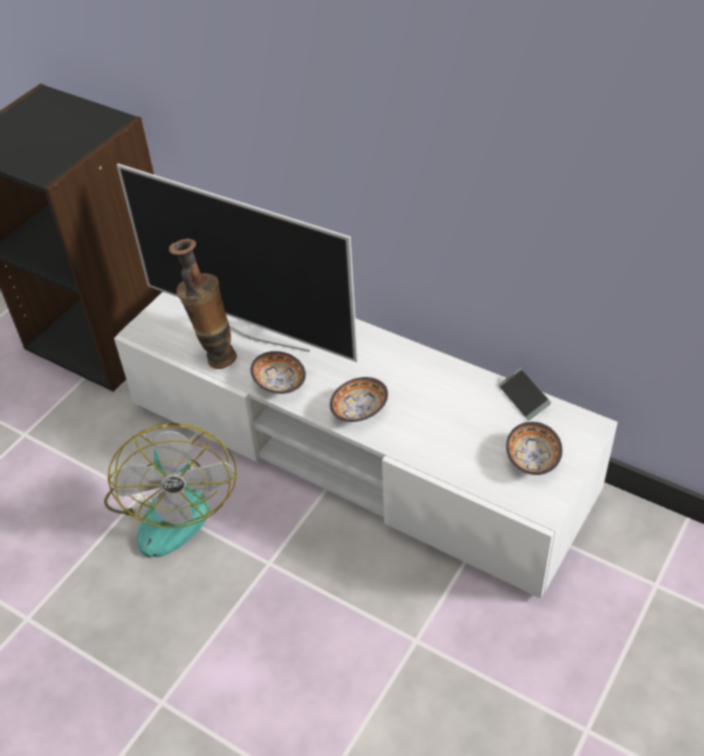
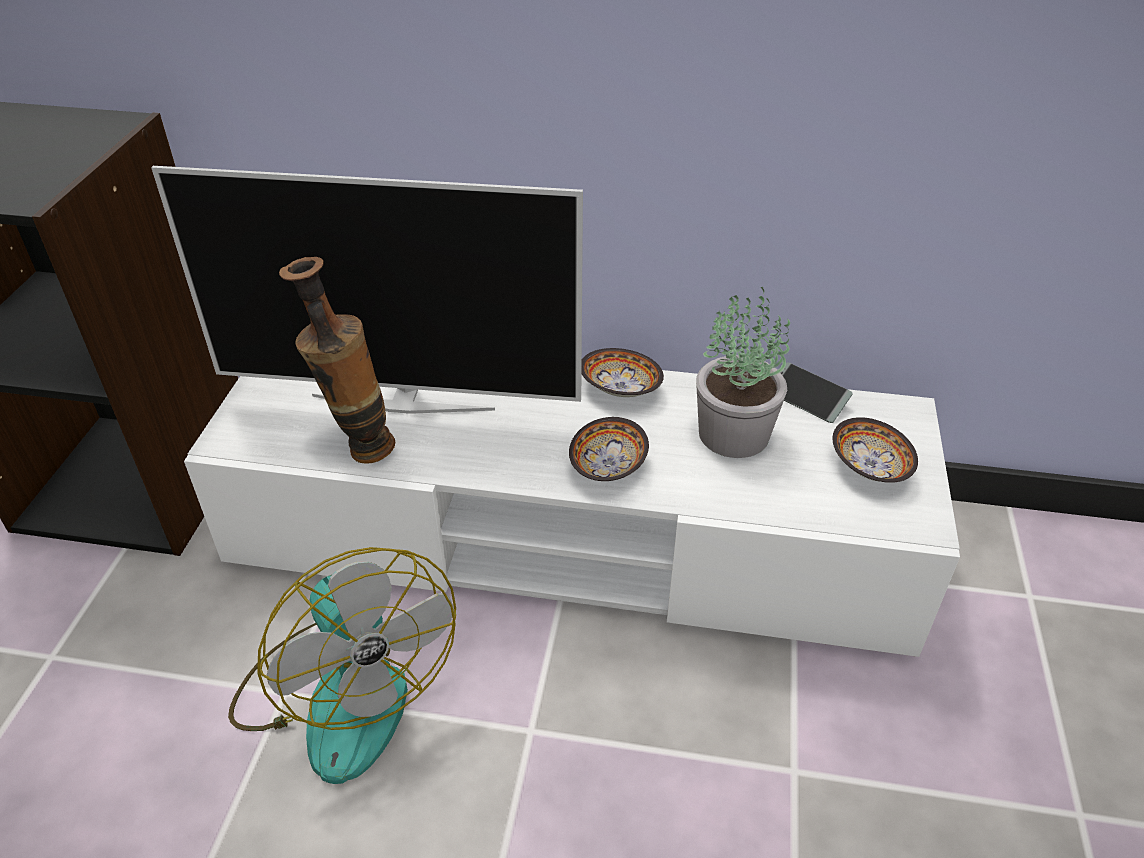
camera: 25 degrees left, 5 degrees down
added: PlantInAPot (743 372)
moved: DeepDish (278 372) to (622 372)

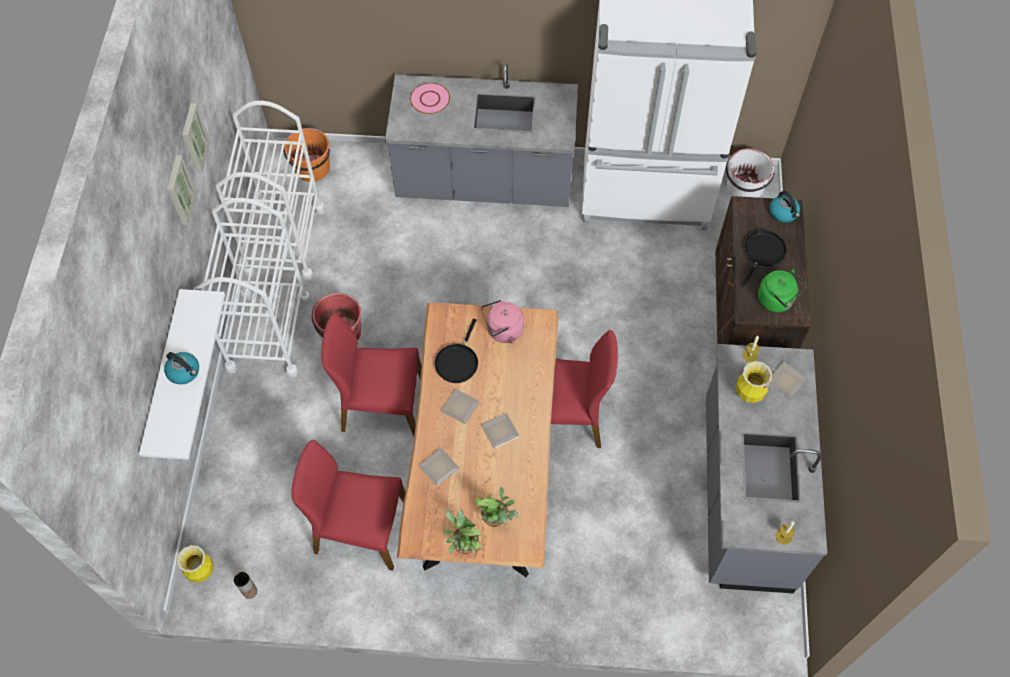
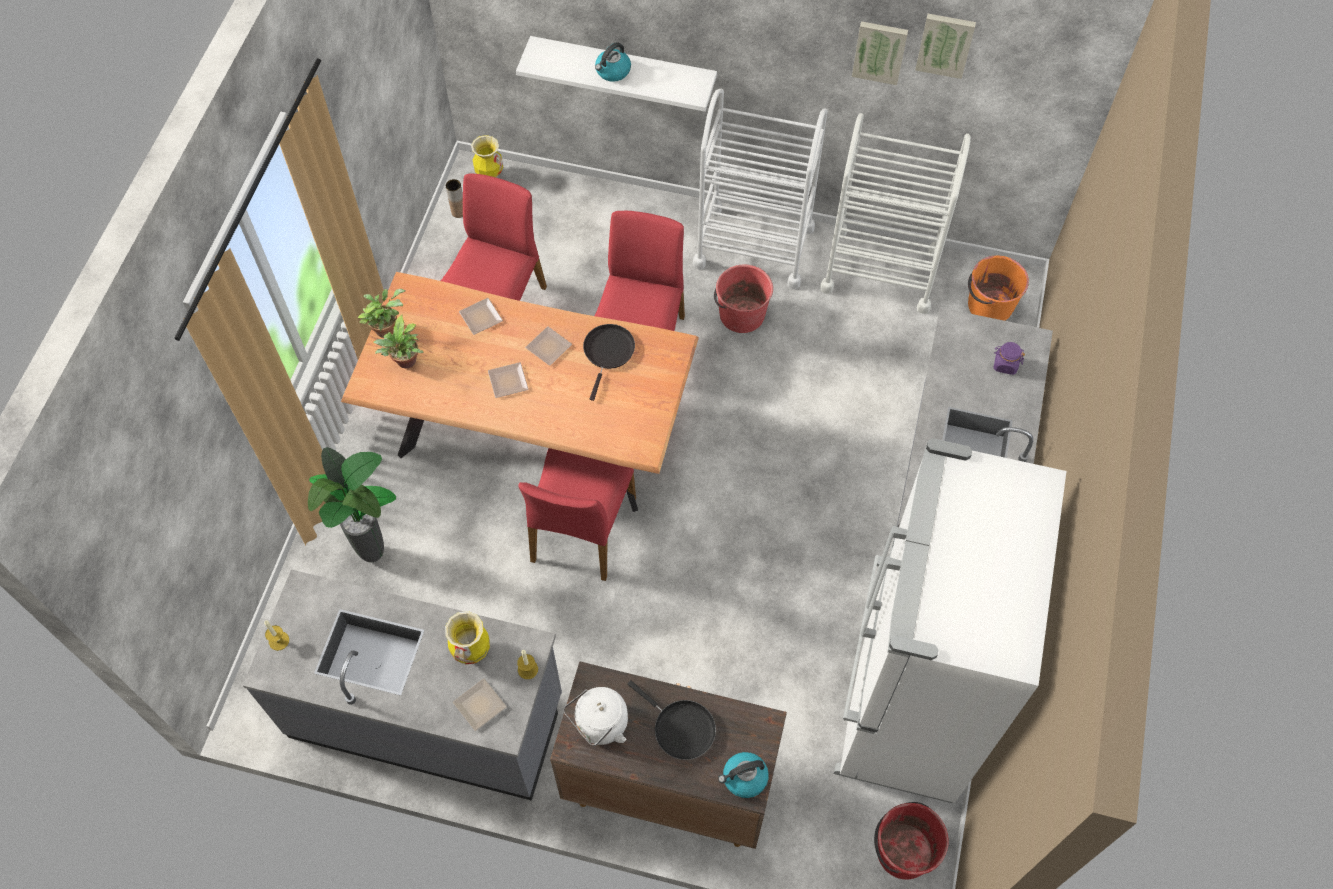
camera: 100 degrees right, 0 degrees up
removed: PinkishWaterKettle (502 322)
added: PlantInAPot (352 504)
moved: WallArt (182 190) to (945 46)
replaced: PinkishDinnerPlate (430 98) to PurpleColouredPreserveJar (1009 358)
recoloured: WhiteBucket (750 173) to RedColouredBucket (911 840); GreenColouredWaterKettle (782 290) to WhiteWaterKettle (595 716)
turned: BlackSkillet (456 351) = (609 362) 75 degrees clockwise

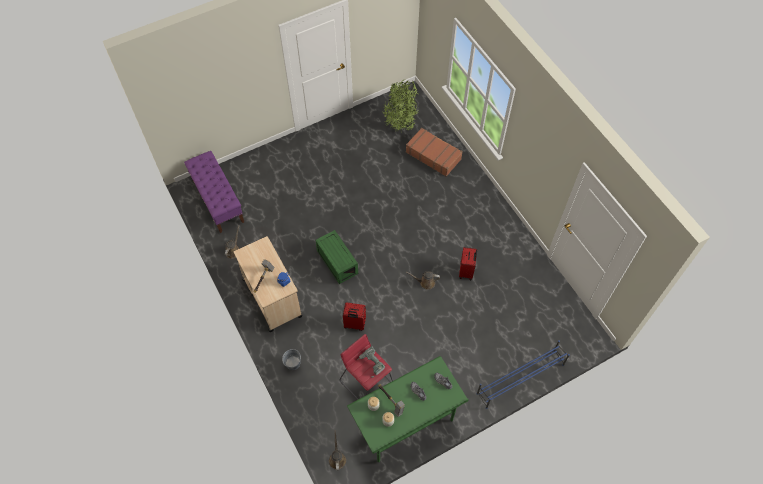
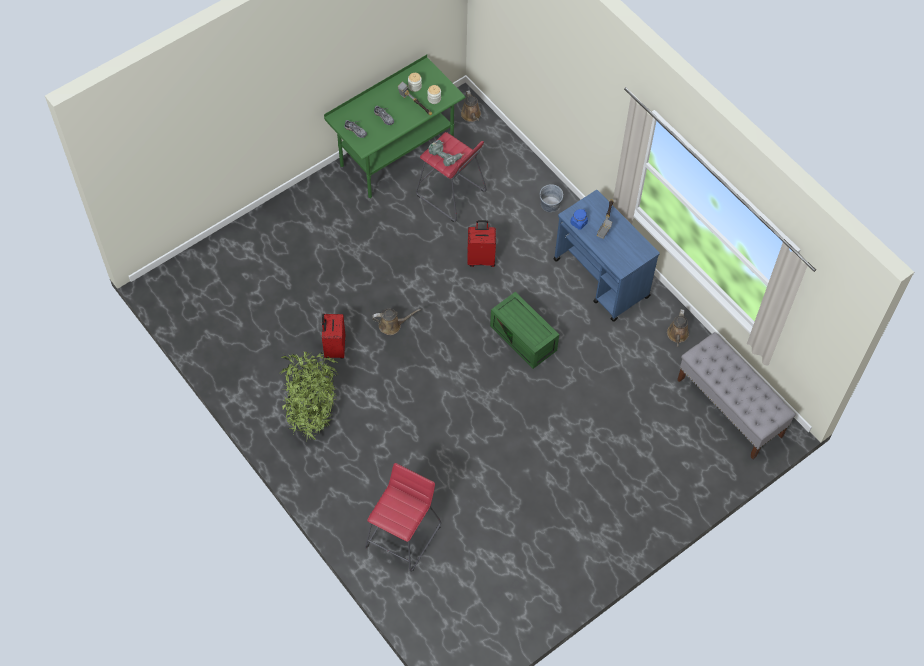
camera: 170 degrees right, 0 degrees up
removed: BlueColouredShoeStand (523 374)
moved: PlantInAPot (400 106) to (309 396)
replaced: BrownishTravelCase (434 152) to RedColouredStool (403 517)
recoloured: PurpleColouredLongSeat (214 192) to GrayLongSeat (736 395); BeigeColouredWheeledCart (268 284) to BlueColouredWheeledCart (606 256)

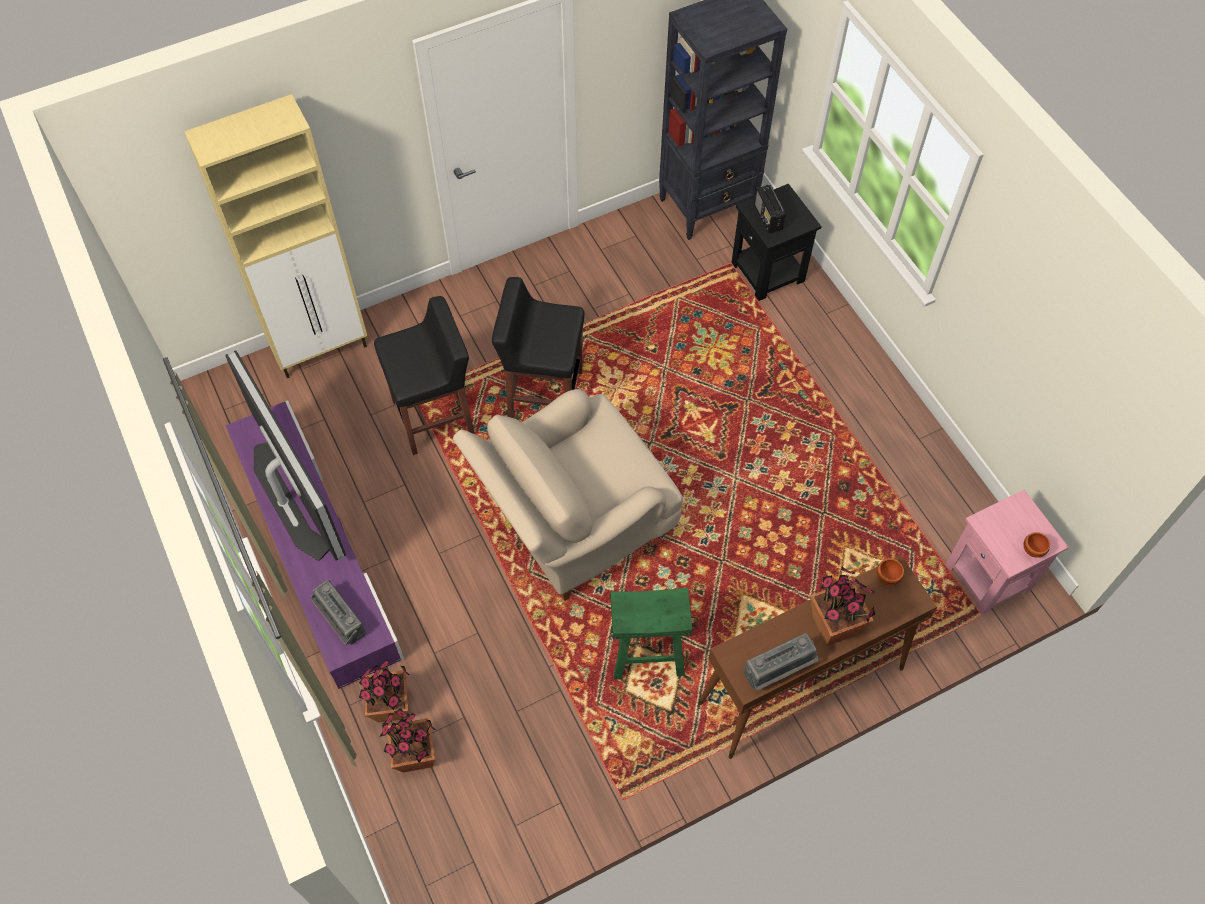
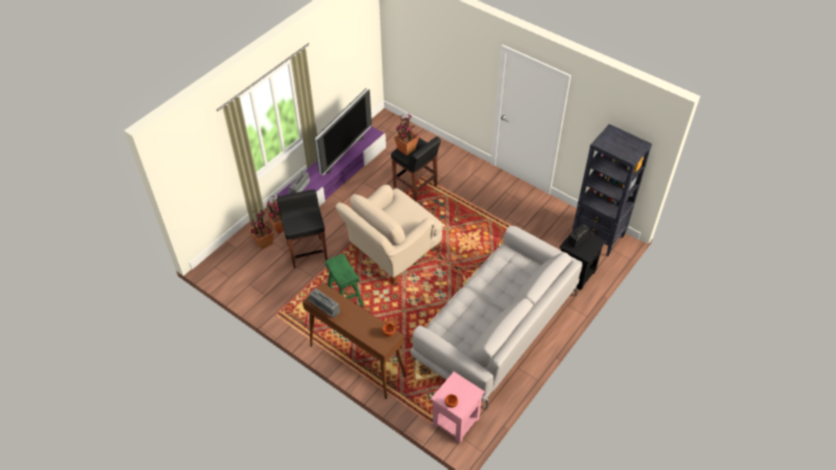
camera: 65 degrees right, 10 degrees down
removed: BeigeColouredStorageCabinet (275 236)
added: GraySettee (496 317)
moved: BlackStool (538 348) to (302 228); PlantInAPot (842 606) to (406 134)
turned: BeigeColouredEasyChair (568 495) = (389 234) 75 degrees counterclockwise

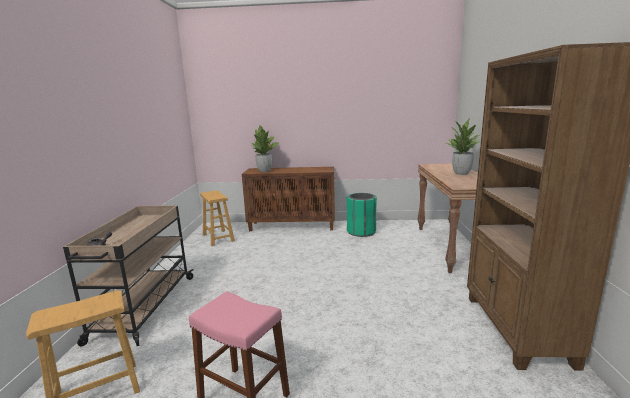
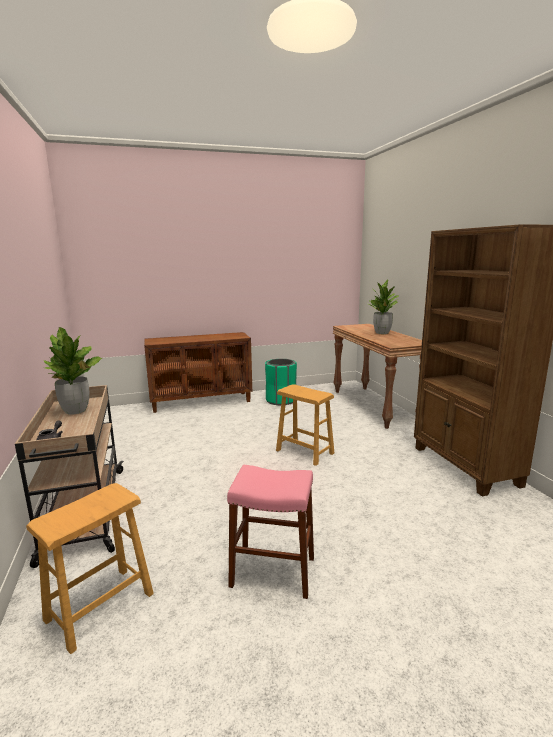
camera: 20 degrees left, 0 degrees up
moved: PlantInAPot (264 149) to (73 371); BrownishStool (217 218) to (305 425)

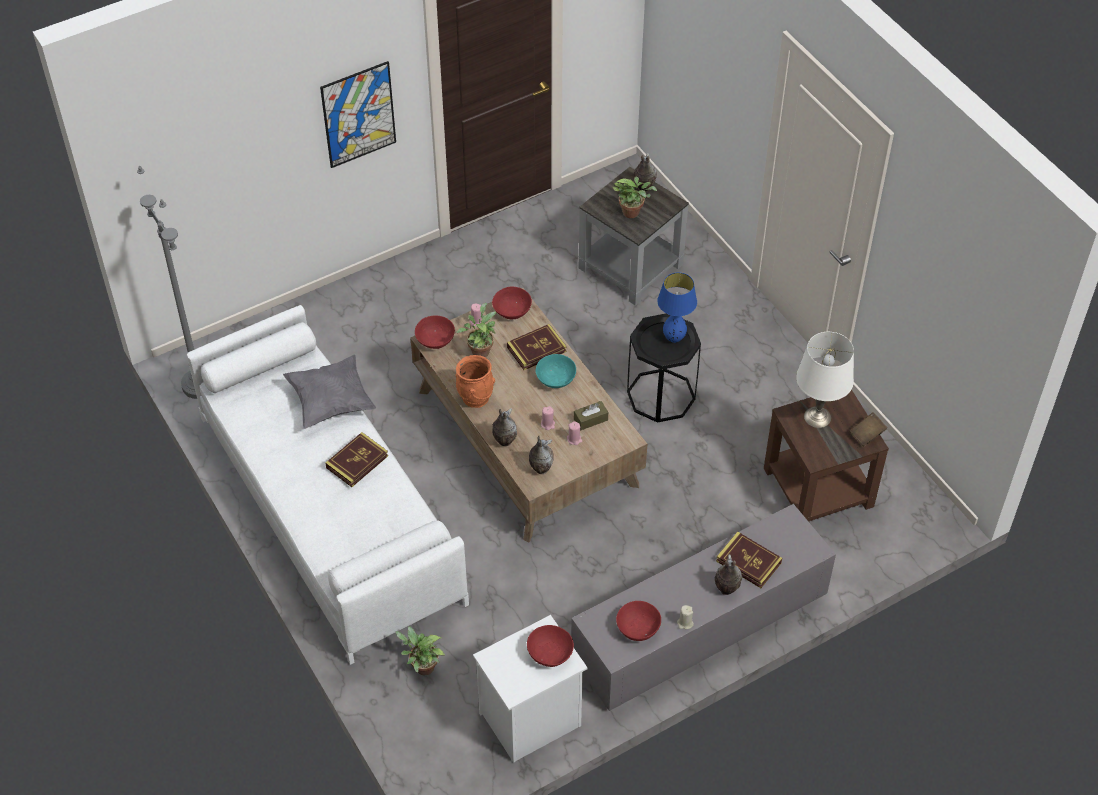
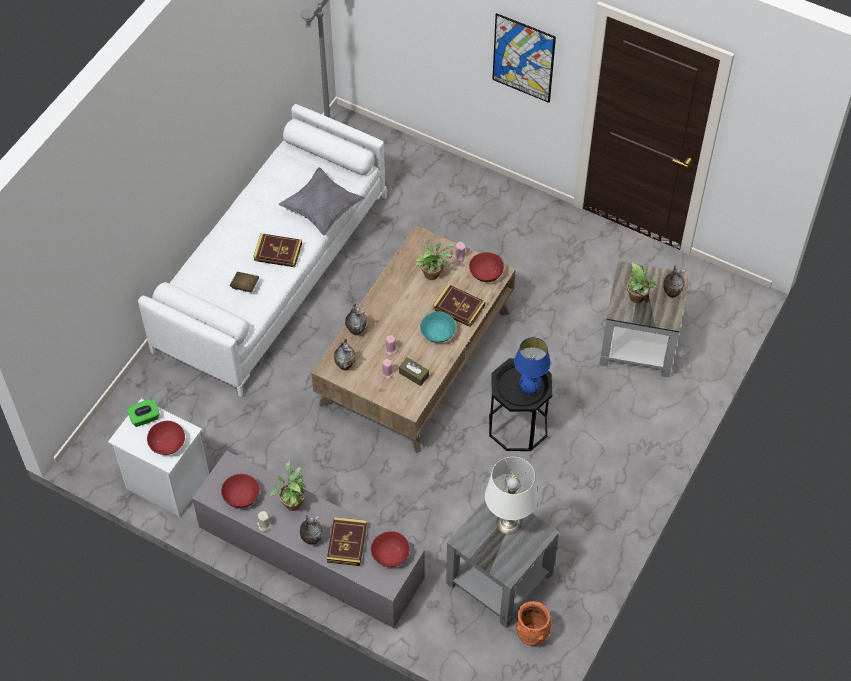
camera: 60 degrees right, 5 degrees up
added: GreenColouredTissueHolder (143 413)
moved: RedColouredDeepDish (435 332) to (390 549); OrangeyFlowerVase (475 381) to (533 623); BrownishVolume (868 429) to (244 282); PlantInAPot (420 651) to (288 485)
recoloured: BrownishEndTable (826 456) to GrayEndTable (502 564)

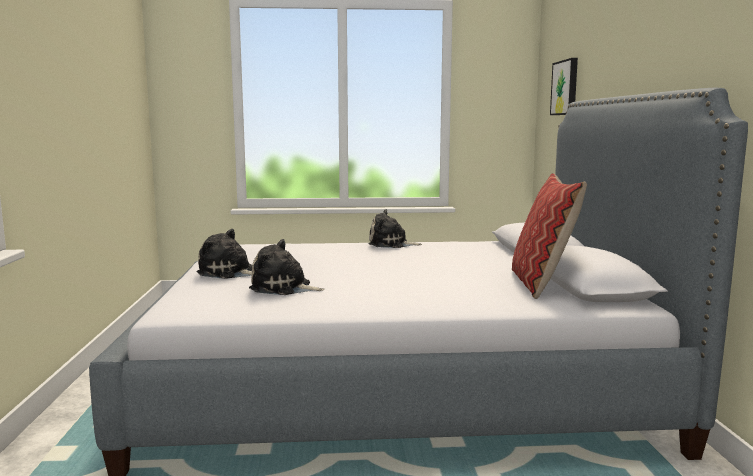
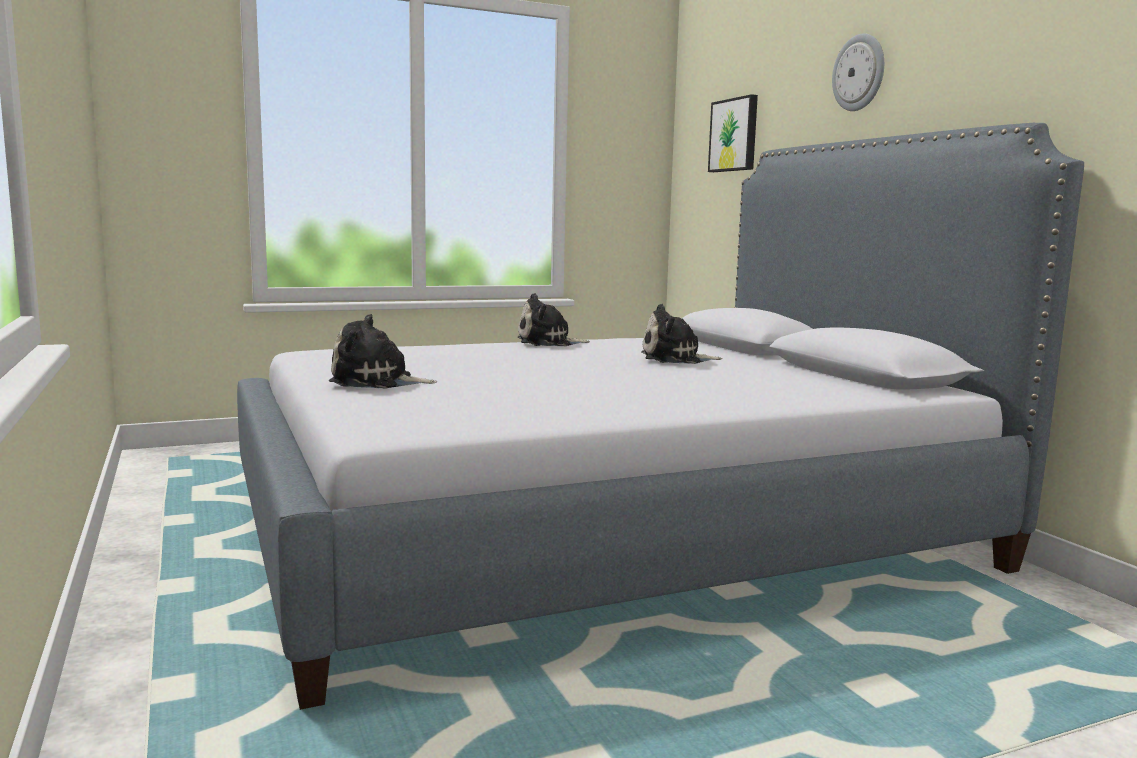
camera: 20 degrees left, 0 degrees up
removed: ThrowPillow (549 236)
added: WallClock (858 72)
moved: SoftToy (287 267) to (682 334)

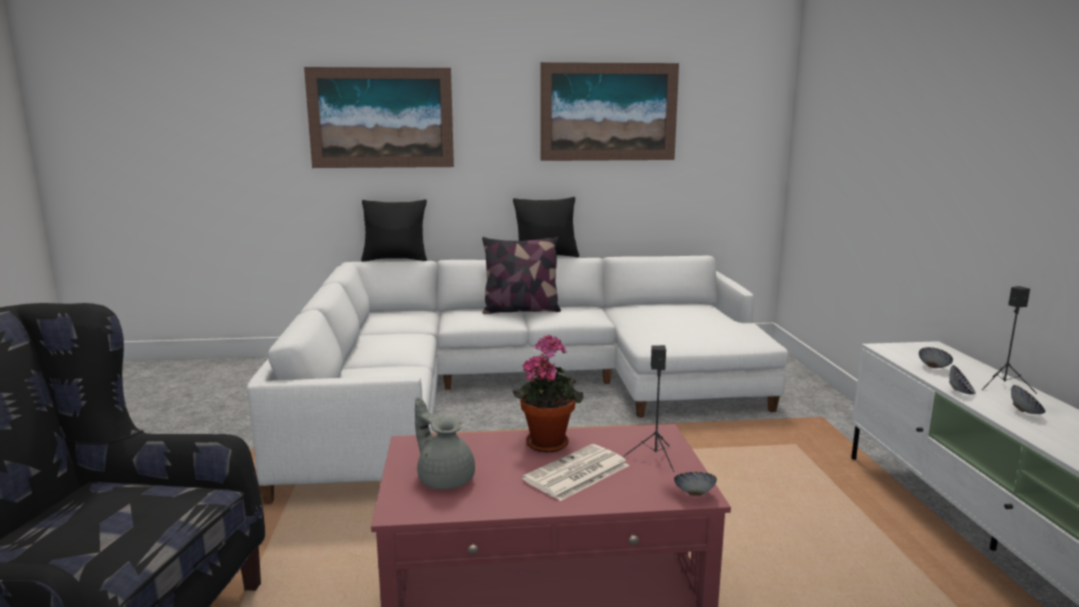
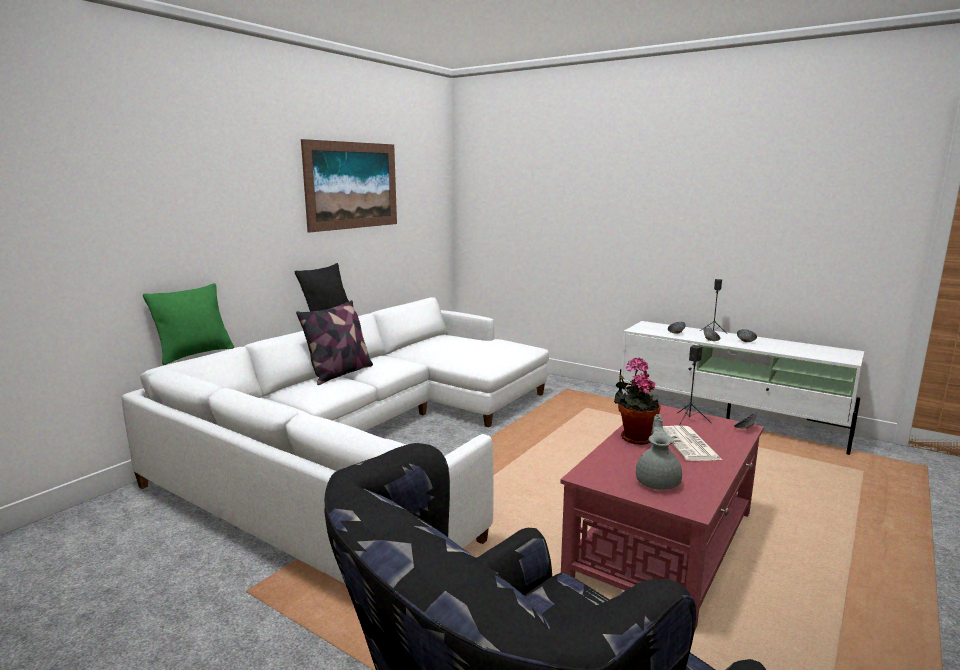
camera: 50 degrees left, 0 degrees up
removed: WallArt (379 117)
recoloured: BlackThrowPillow (394 230) to GreenColouredThrowPillow (188 324)
turned: GrayTeaPot (445 443) = (659 452) 105 degrees clockwise

